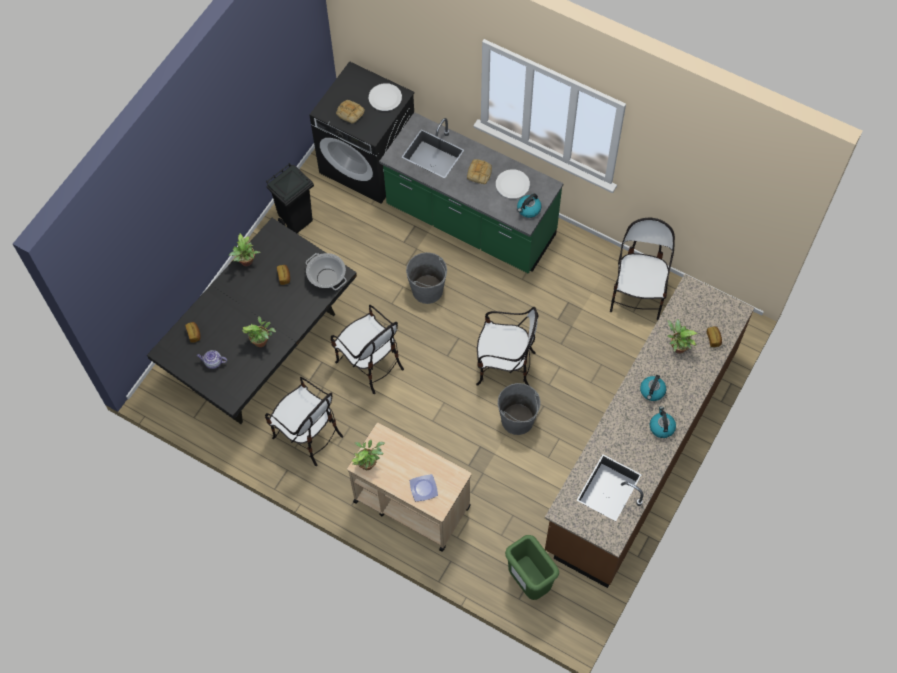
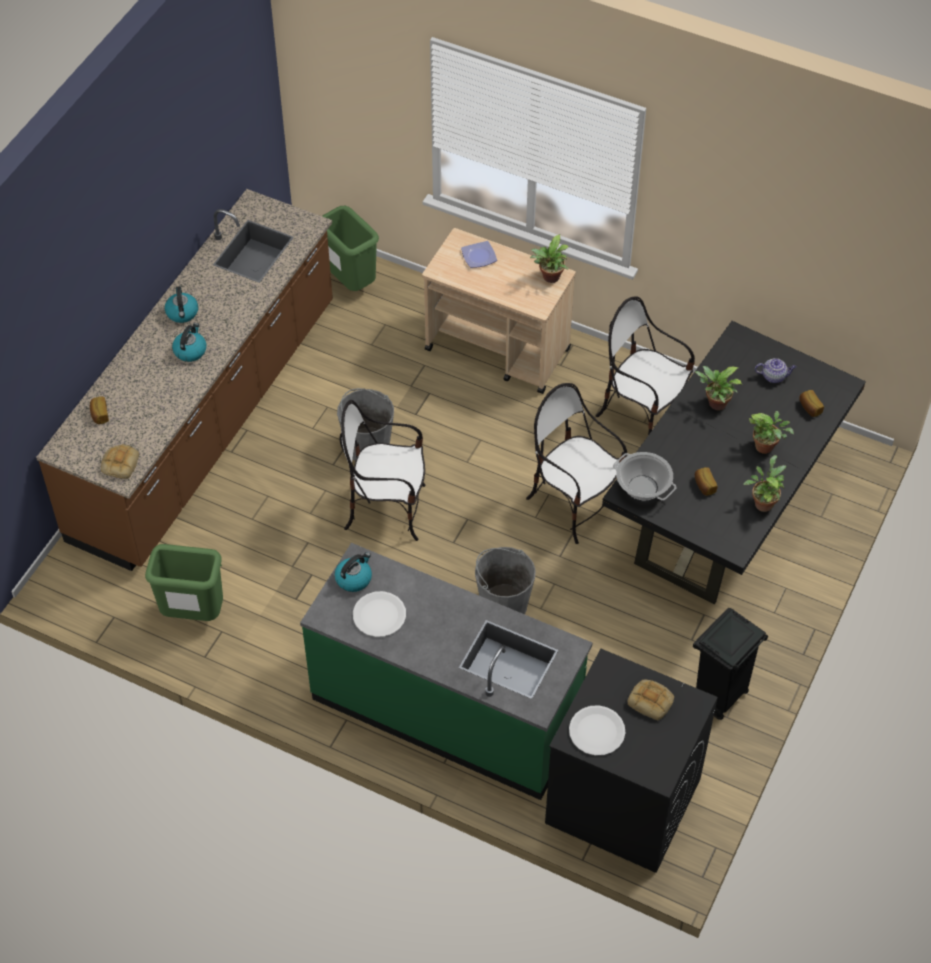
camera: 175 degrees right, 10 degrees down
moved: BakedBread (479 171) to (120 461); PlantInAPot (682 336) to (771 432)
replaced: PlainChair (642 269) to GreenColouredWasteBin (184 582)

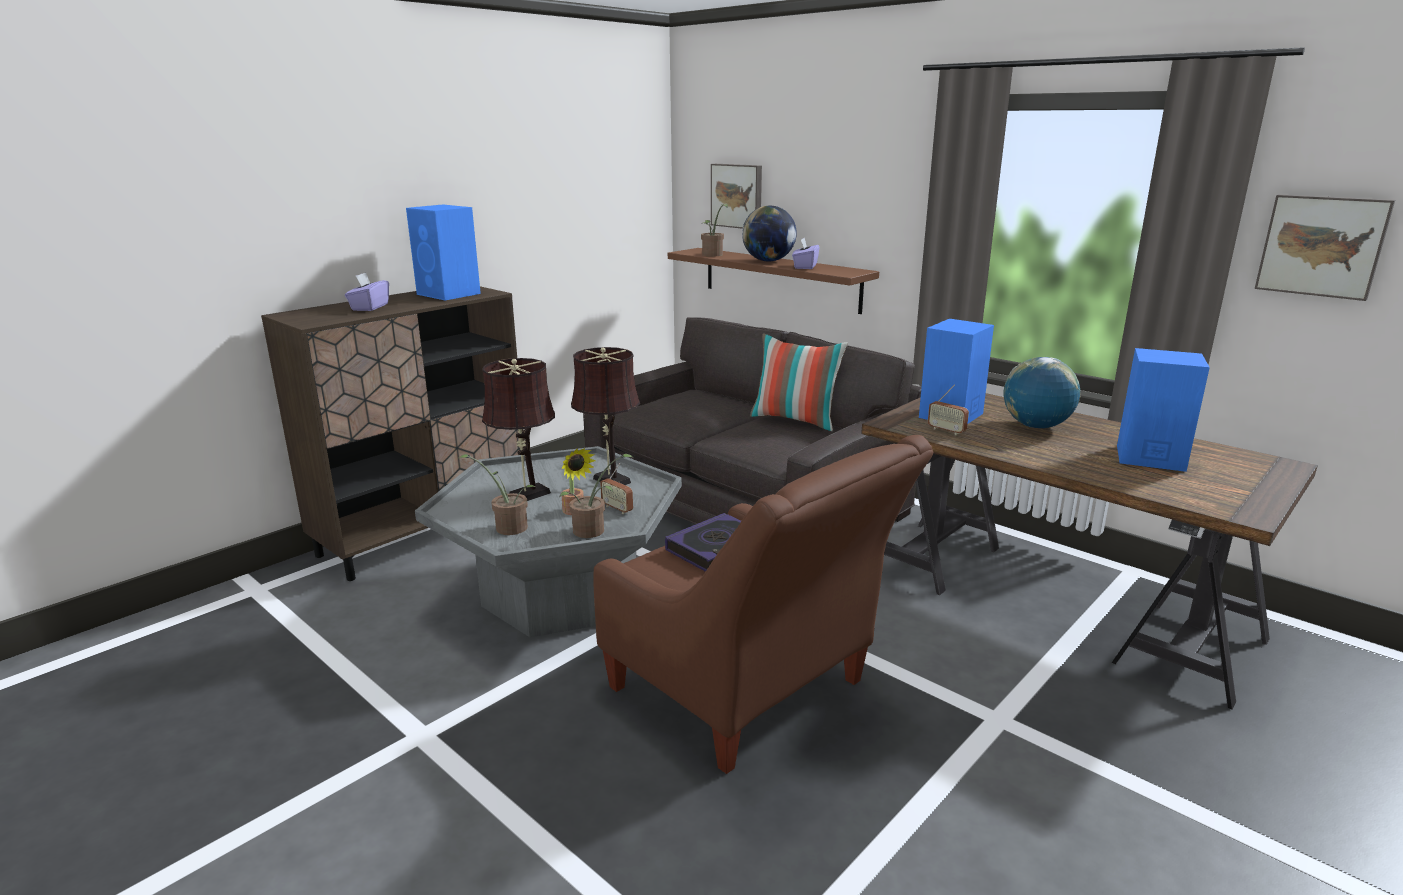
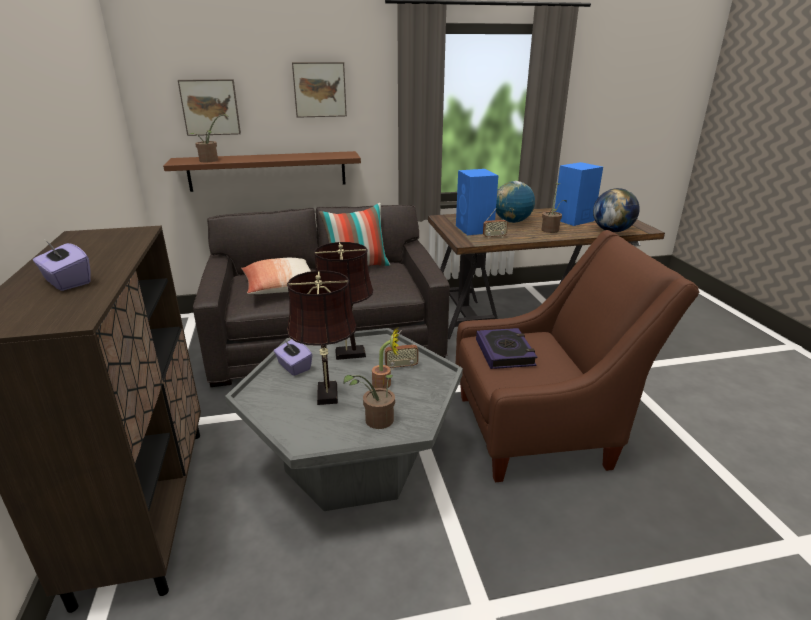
camera: 55 degrees left, 5 degrees up
removed: BlueColouredLoudspeaker (443 252)
added: ThrowPillow (276 276)
moved: WallArt (1325 247) to (319 90); WorldGlobe (769 234) to (616 210); PurpleColouredTissueHolder (805 253) to (293 357); PlantInAPot (596 496) to (554 208)

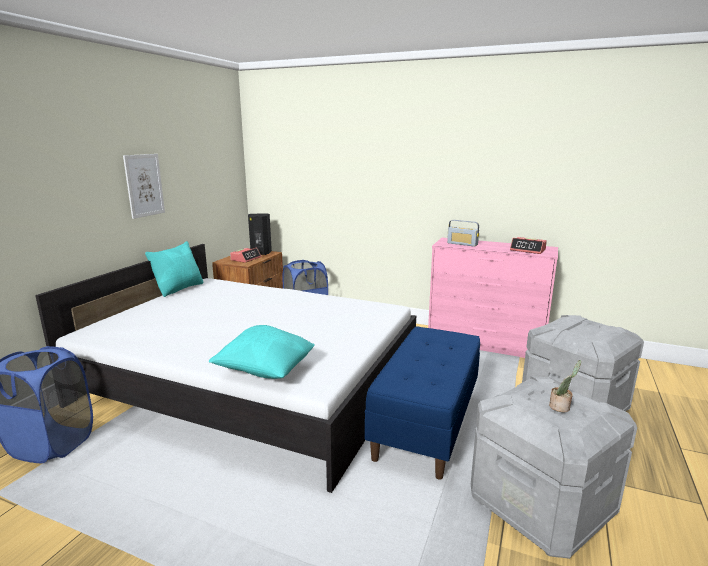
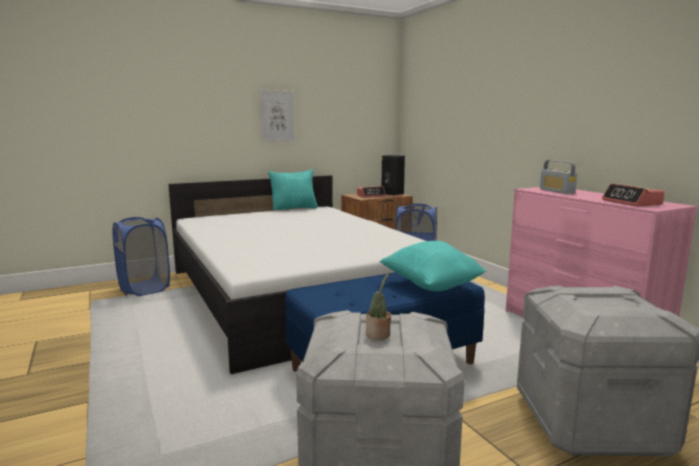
camera: 40 degrees right, 5 degrees down
moved: BlueGreenThrowPillow (261 352) to (433 266)

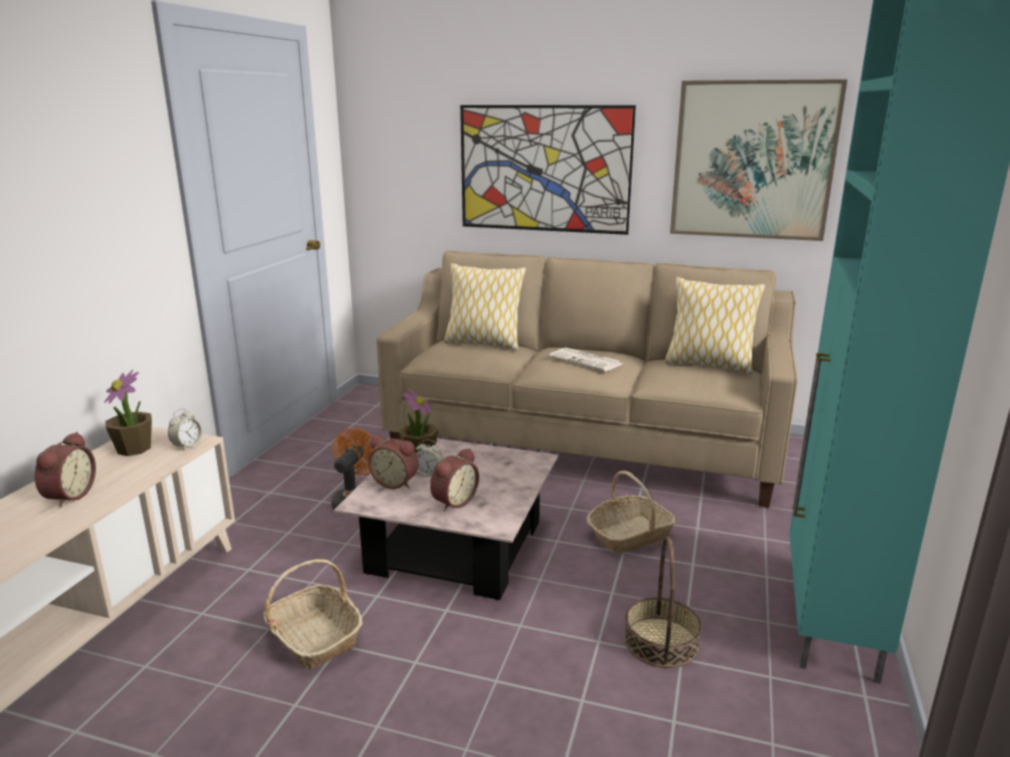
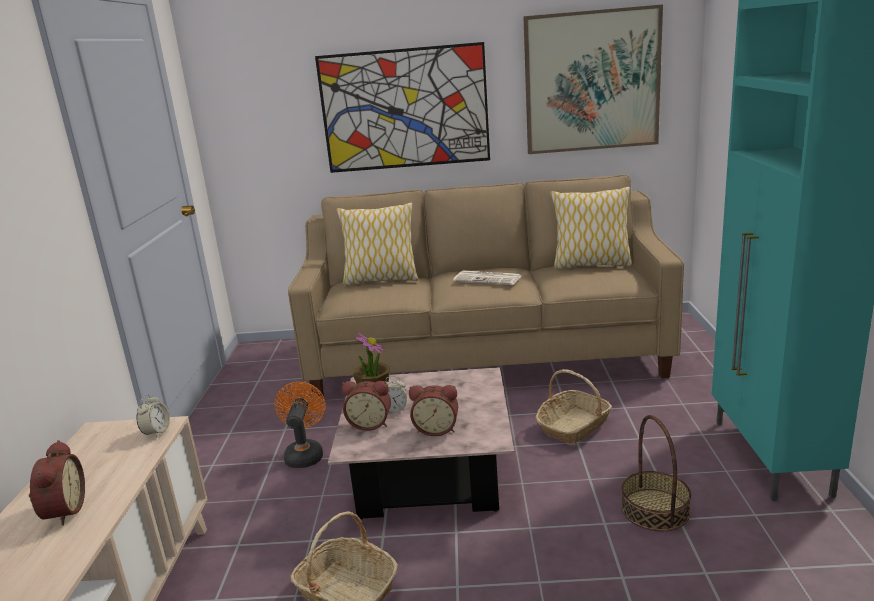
camera: 15 degrees left, 0 degrees up
removed: PlantInAPot (128 413)
turned: BedsideClock (454 480) = (433 410) 75 degrees clockwise

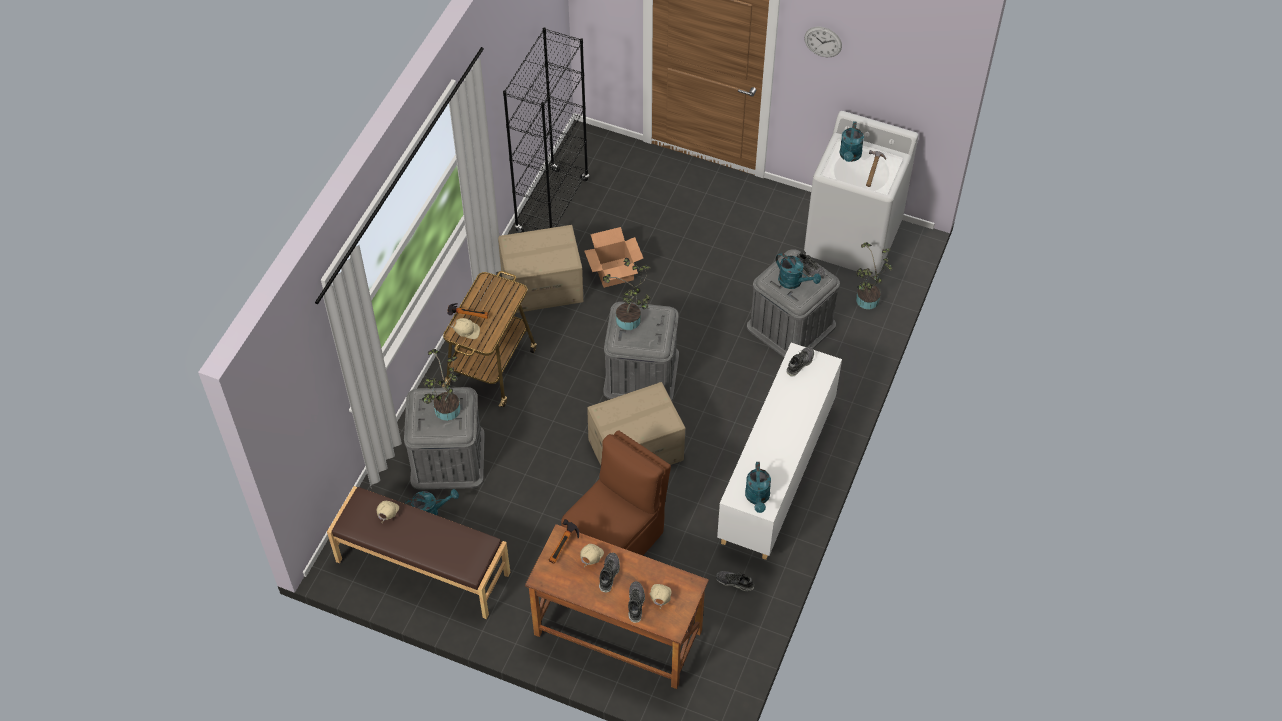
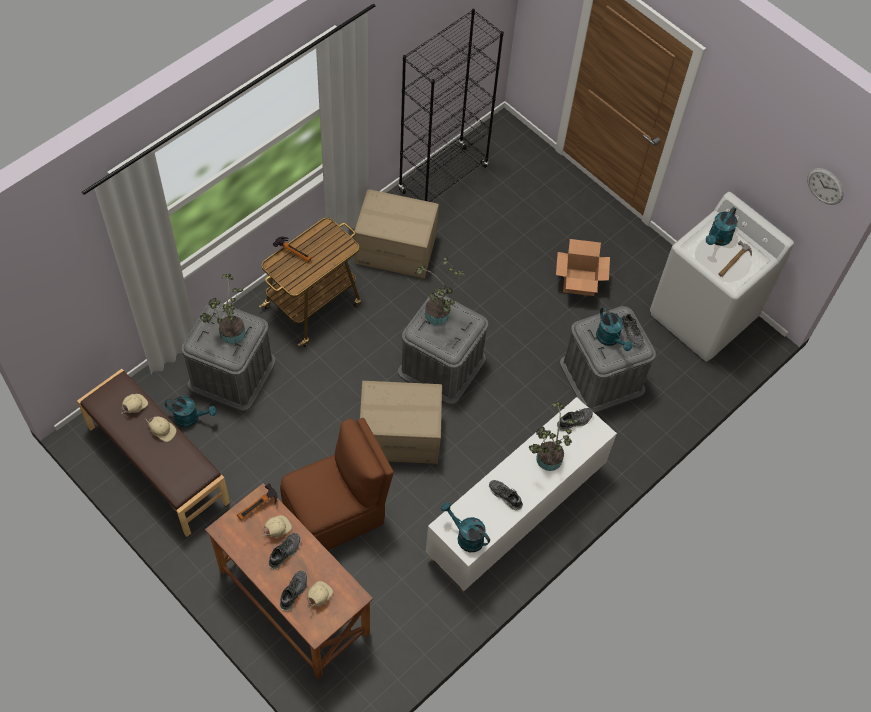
camera: 20 degrees right, 5 degrees up
moved: WallClock (823 42) to (825 186); PackingBox (613 257) to (583 267); PlantInAPot (874 275) to (554 436); BeigeColouredBaseballCap (464 328) to (160 429); ItemOfFootwear (735 581) to (506 495)
turned: BlueGreenWateringPot (758 487) = (465 527) 105 degrees clockwise

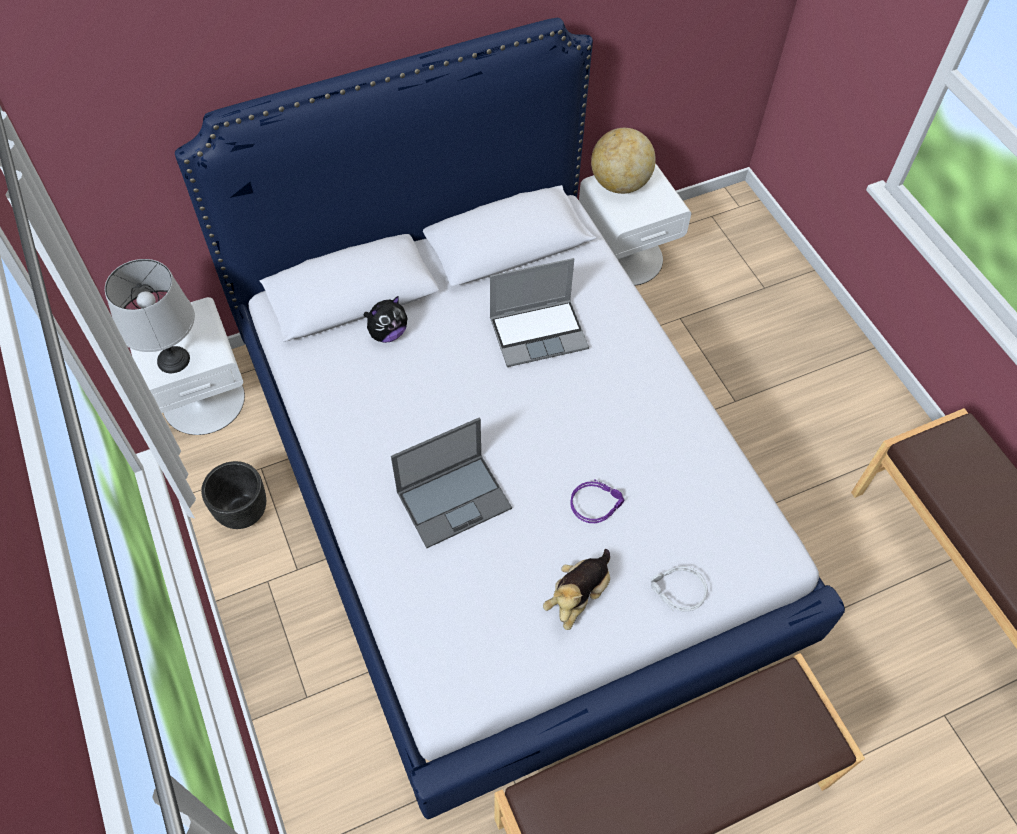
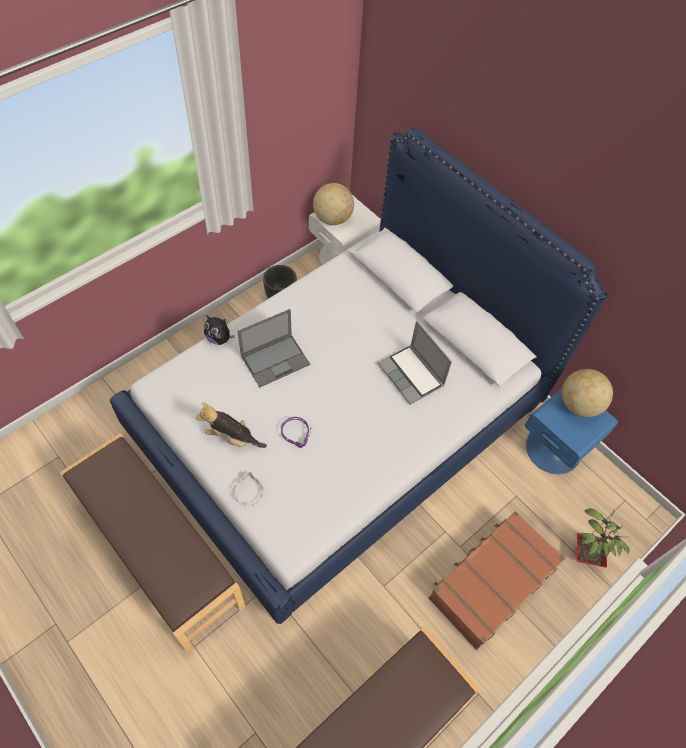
camera: 70 degrees right, 0 degrees up
added: PlantInAPot (603 538); BrownishTravelCase (497 580)
moved: SoftToy (385 319) to (219 330)
replaced: GrayTableLamp (150 316) to WorldGlobe (333 204)
recoloured: WhiteNightTable (635 224) to BlueColouredNightTable (571 431)
turned: PortableComputer (451 482) = (274 348) 75 degrees counterclockwise

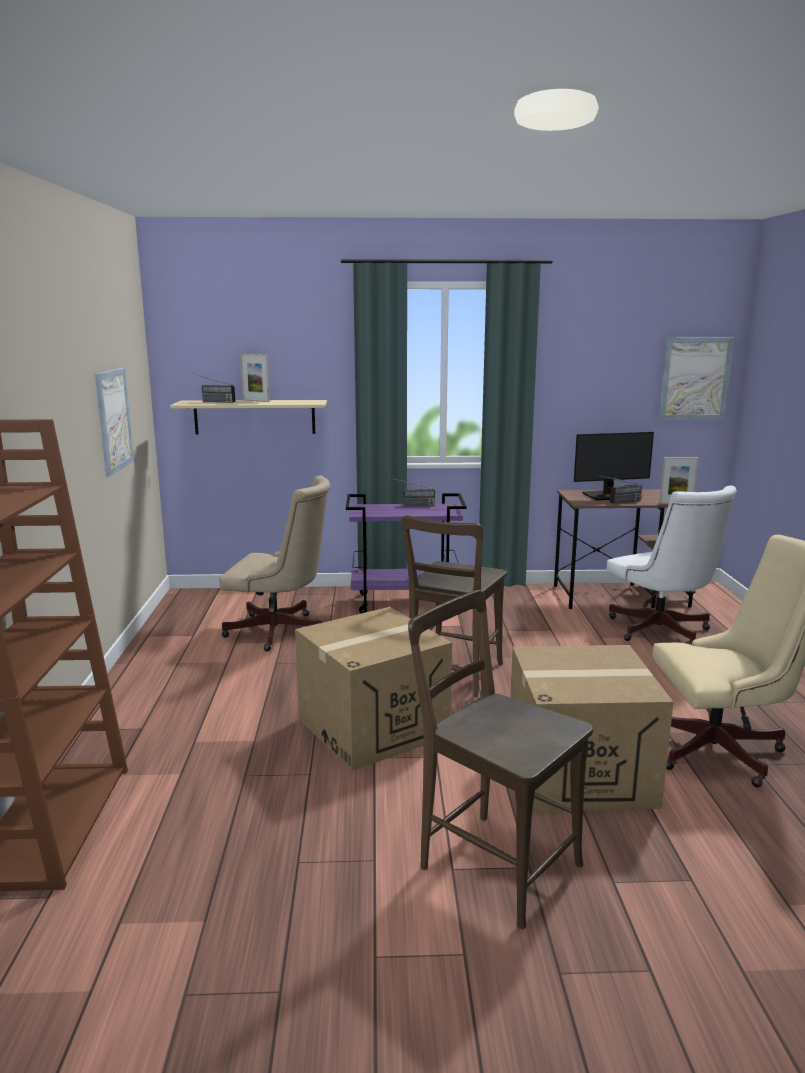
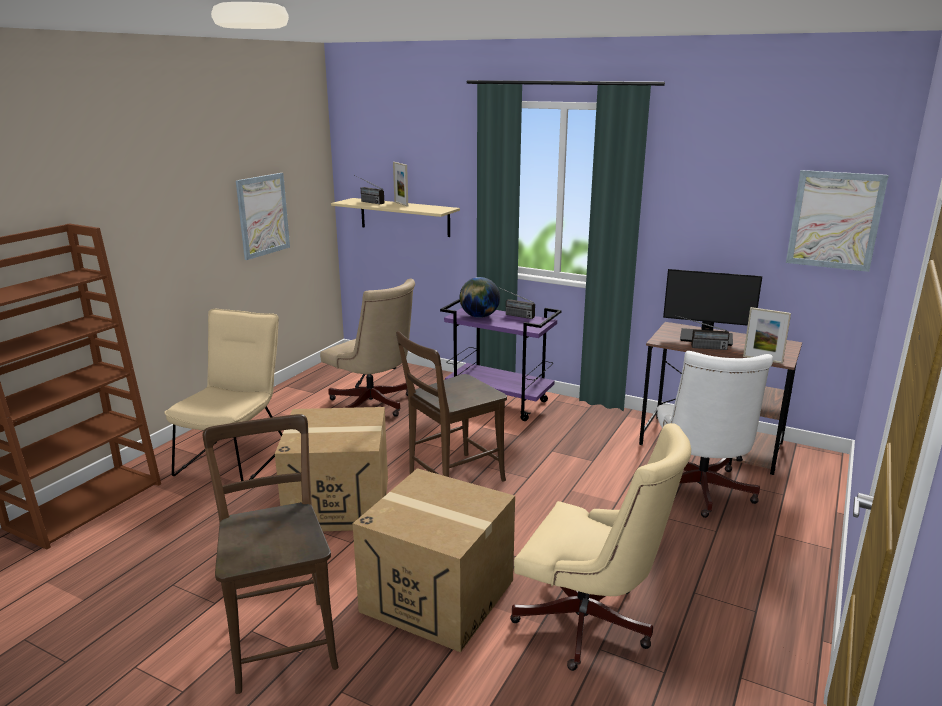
camera: 30 degrees right, 5 degrees up
added: WorldGlobe (480 297); BeigeColouredPlainChair (223 395)

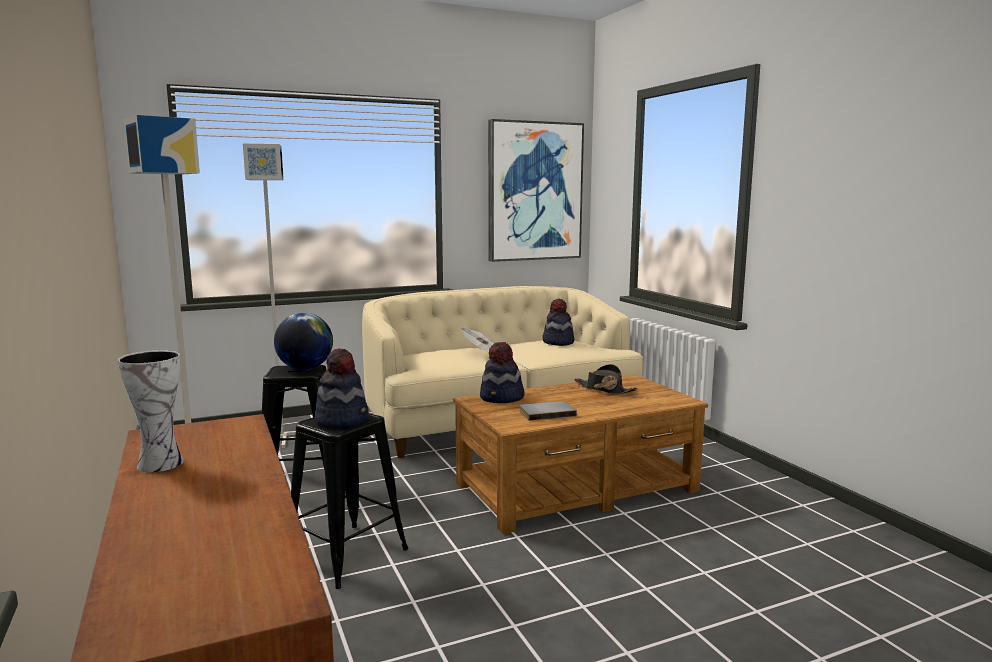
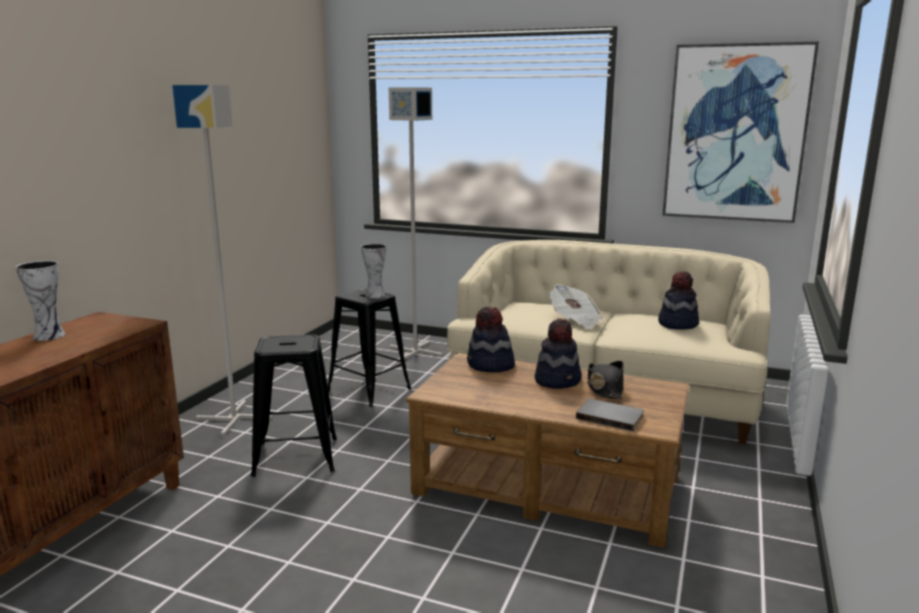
camera: 45 degrees right, 5 degrees up
moved: ClothingHat (342 388) to (558 353); GrayVolume (548 411) to (610 415)
replaced: WorldGlobe (303 341) to FlowerVase (373 271)

